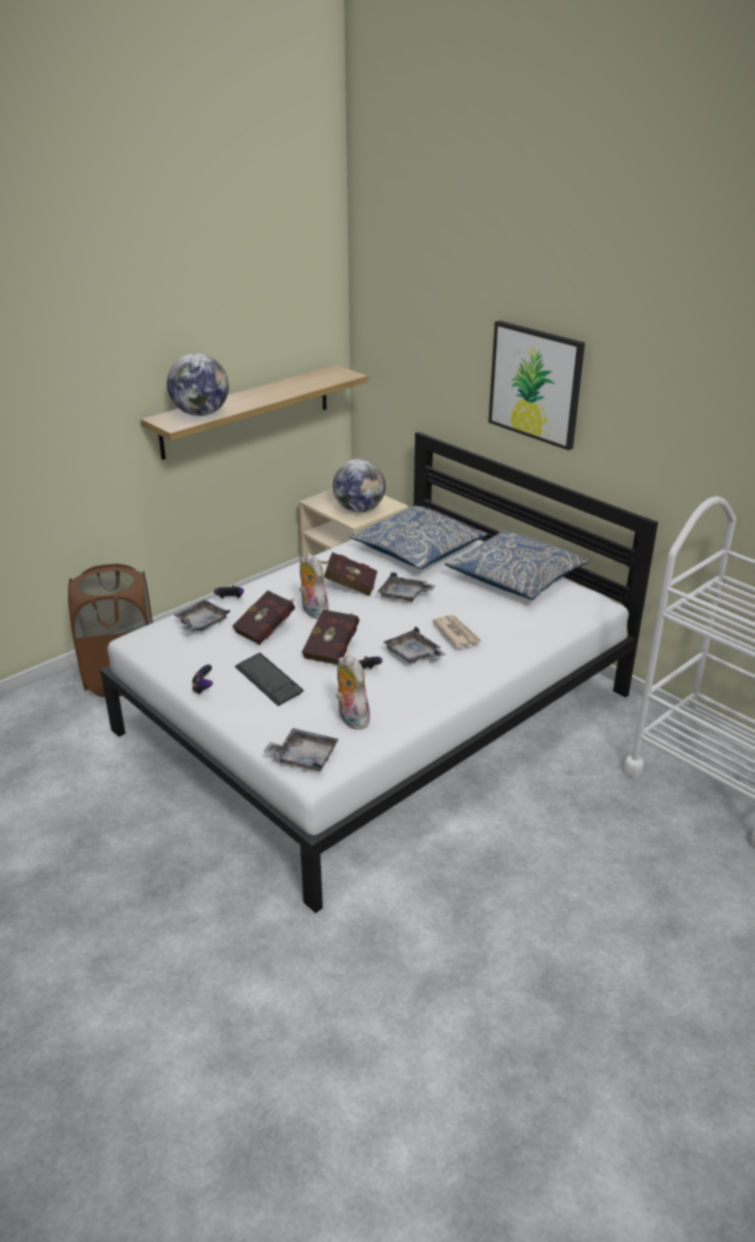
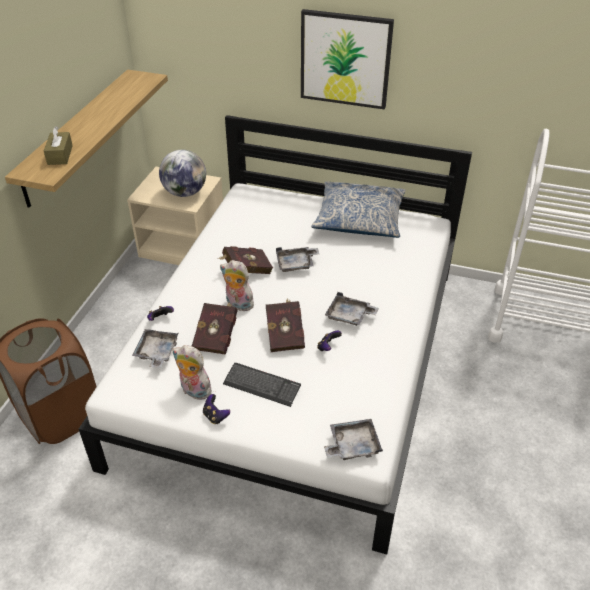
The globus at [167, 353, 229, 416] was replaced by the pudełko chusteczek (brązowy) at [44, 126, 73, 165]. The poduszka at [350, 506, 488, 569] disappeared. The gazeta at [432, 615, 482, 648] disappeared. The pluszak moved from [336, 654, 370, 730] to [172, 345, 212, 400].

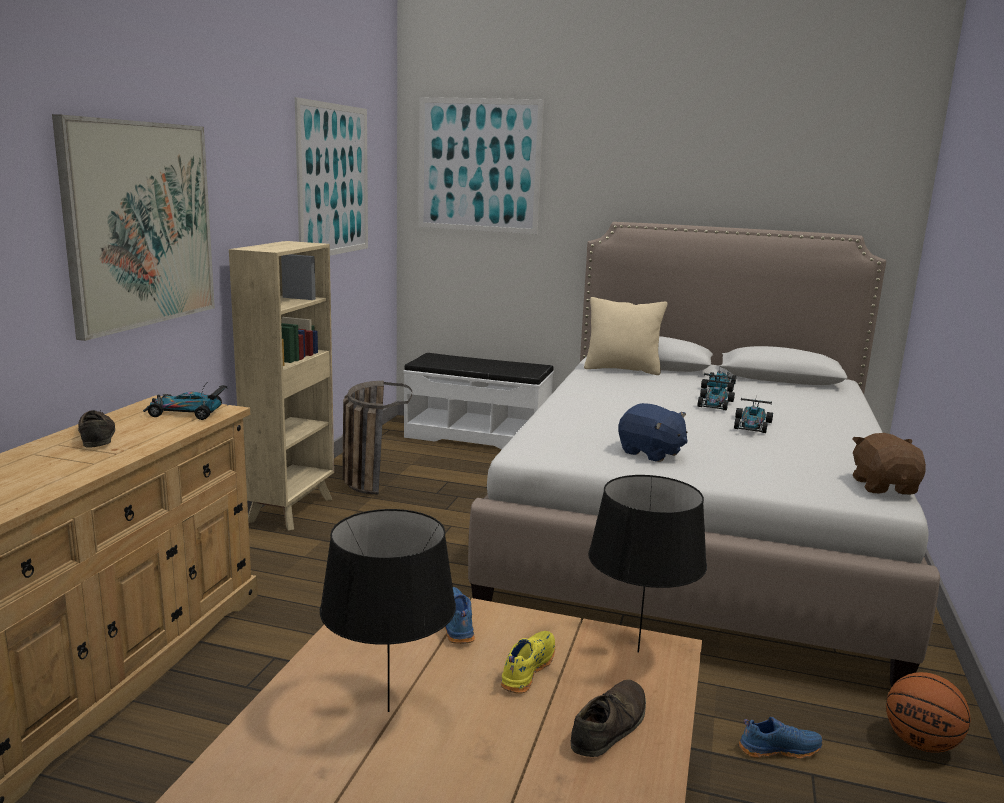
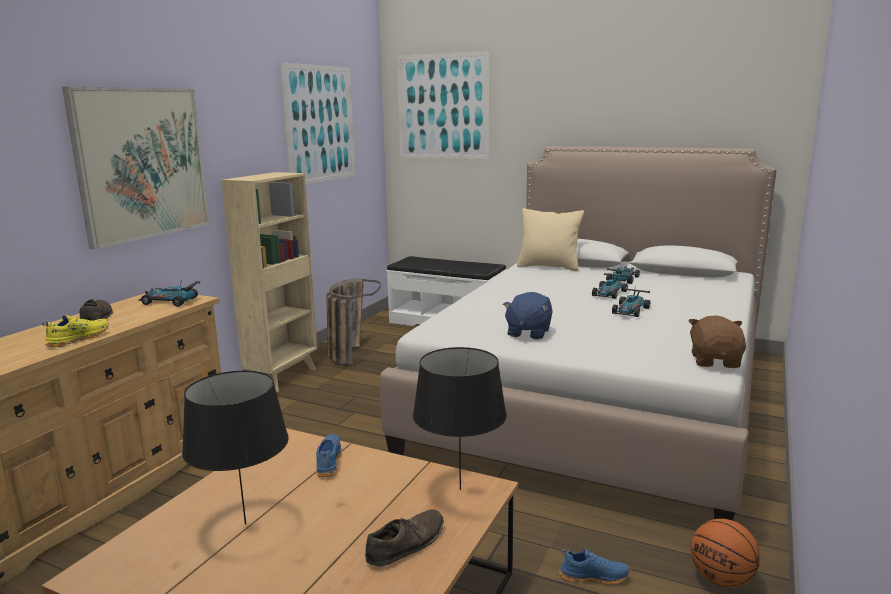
The pluszak (niebieski) at [618, 403, 688, 462] turned 60 degrees clockwise. The but (żółty) moved from [501, 631, 555, 694] to [42, 315, 109, 347].

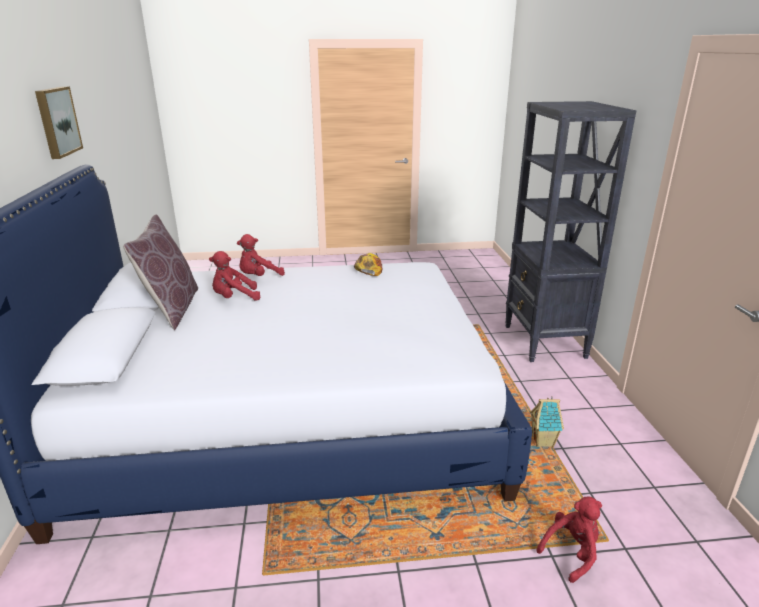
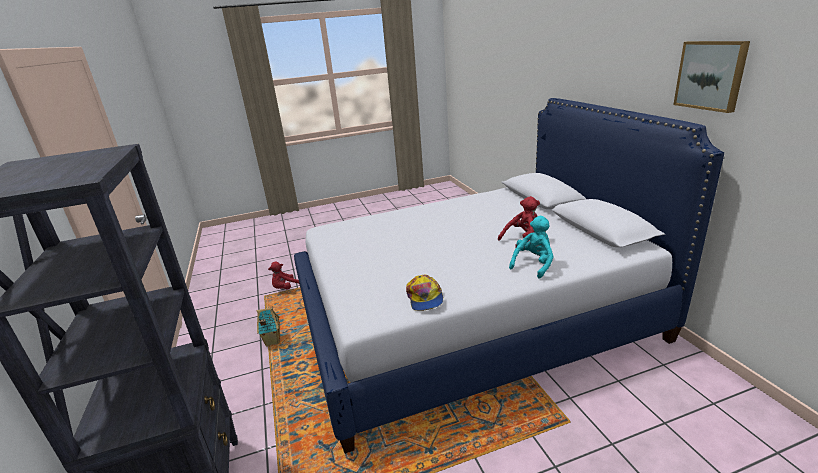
The poduszka (brązowy) at [123, 214, 198, 330] disappeared. The pluszak (czerwony) at [237, 234, 285, 276] became the pluszak (turkusowy) at [509, 216, 554, 279].

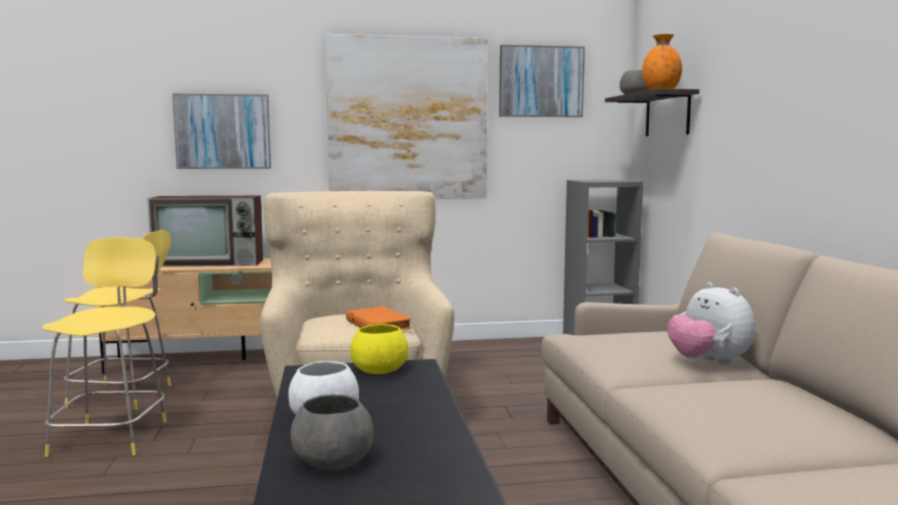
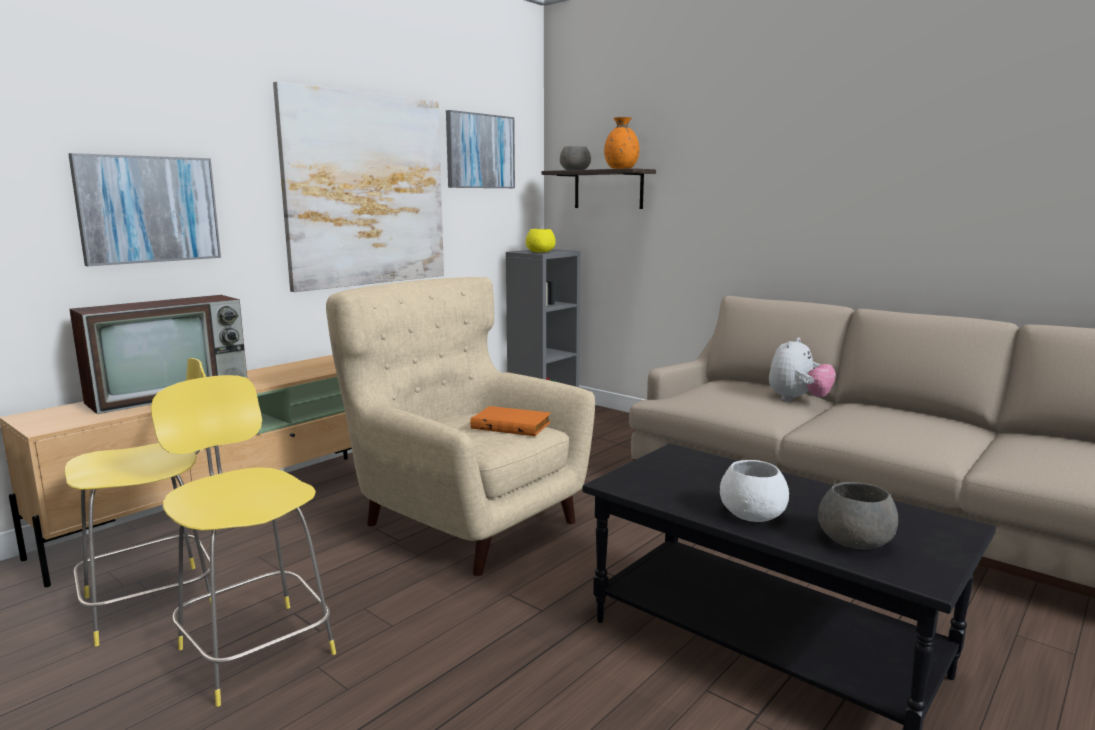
The pluszak at [667, 282, 755, 365] turned 75 degrees counterclockwise. The miska (żółty) moved from [350, 324, 408, 374] to [526, 229, 556, 253].

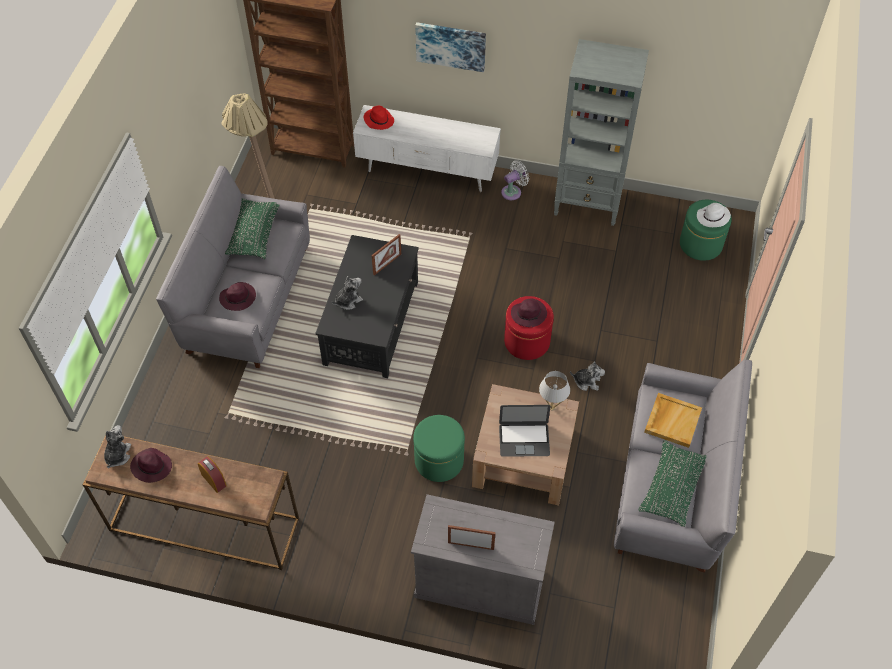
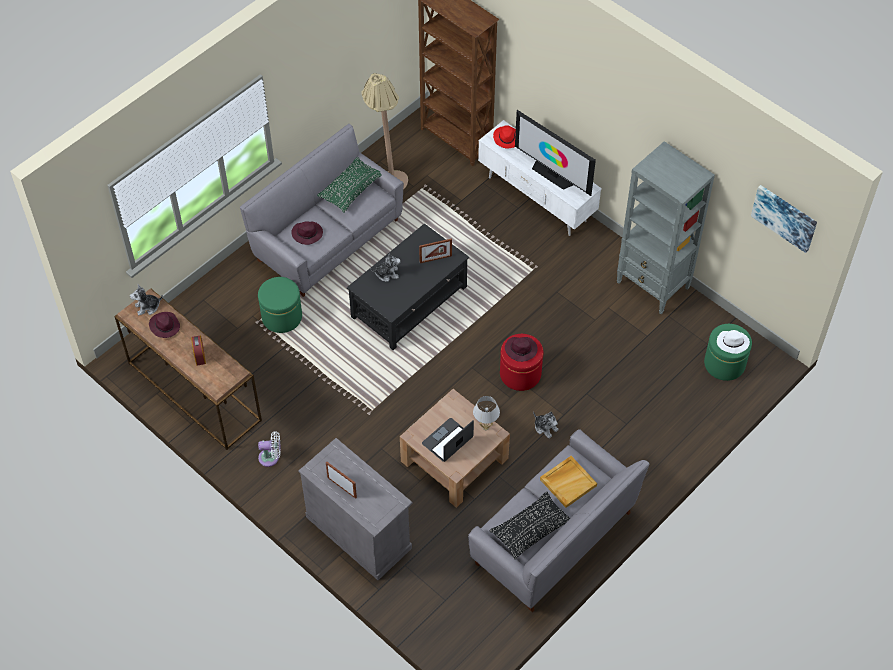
The obraz moved from [415, 22, 486, 72] to [751, 185, 817, 253]. The wentylator (biały) moved from [501, 161, 529, 200] to [258, 431, 281, 467]. The laptop at [499, 405, 551, 457] turned 105 degrees clockwise. The pufa (zielony) moved from [413, 415, 465, 482] to [258, 277, 302, 333]. The pluszak at [104, 425, 131, 468] turned 150 degrees counterclockwise. The poduszka (zielony) at [639, 440, 706, 527] became the poduszka (czarny) at [490, 492, 570, 559]. The telewizor at [515, 110, 596, 196] appeared.

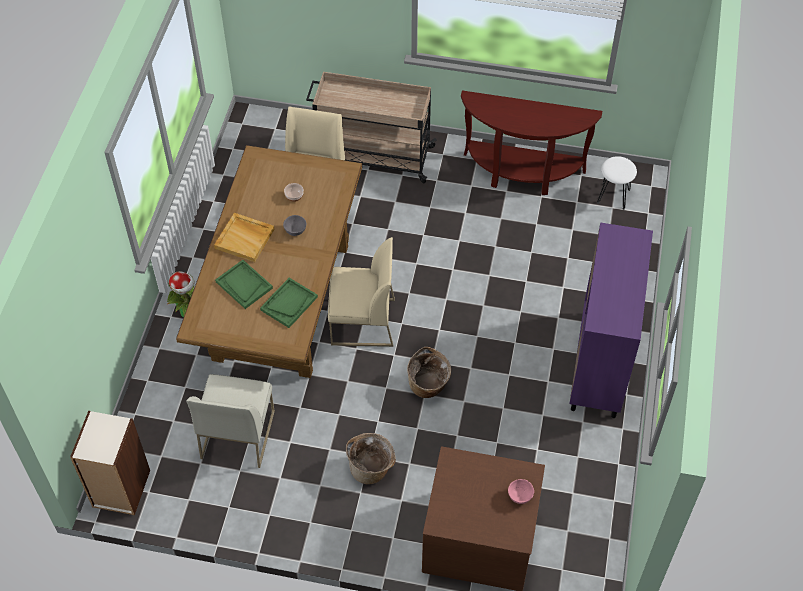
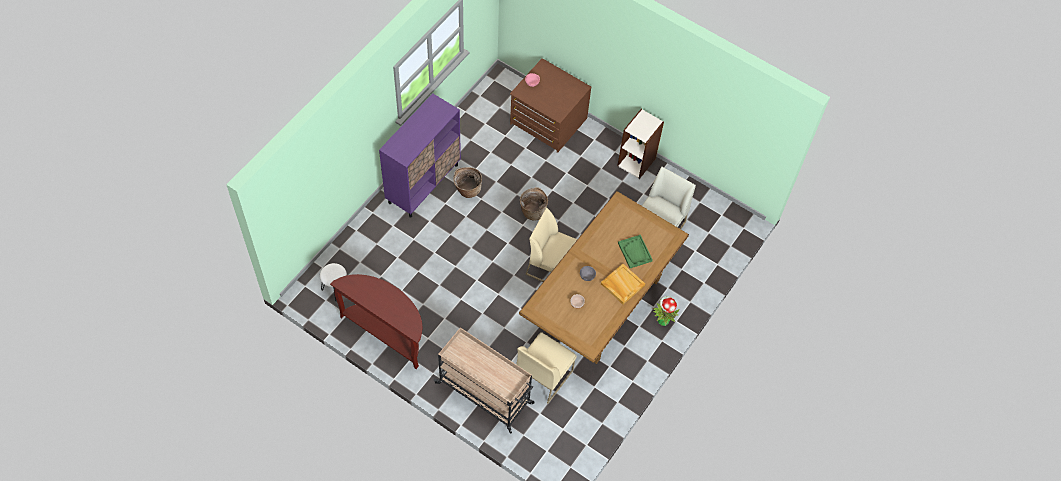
The taca (zielony) at [260, 278, 318, 328] disappeared. The regał moved from [70, 411, 150, 515] to [617, 109, 664, 179]. The koszyk moved from [346, 433, 396, 484] to [453, 167, 482, 198].

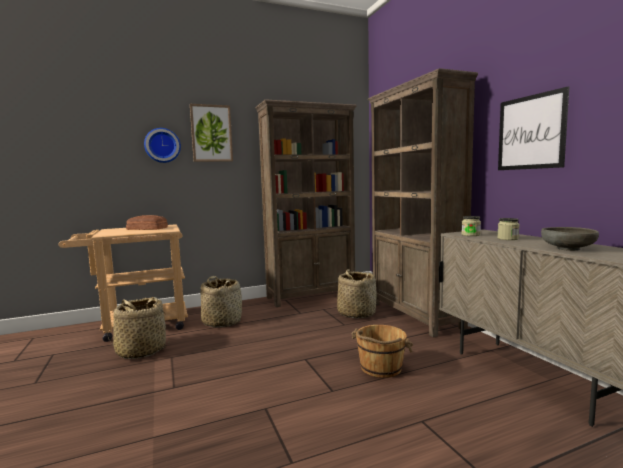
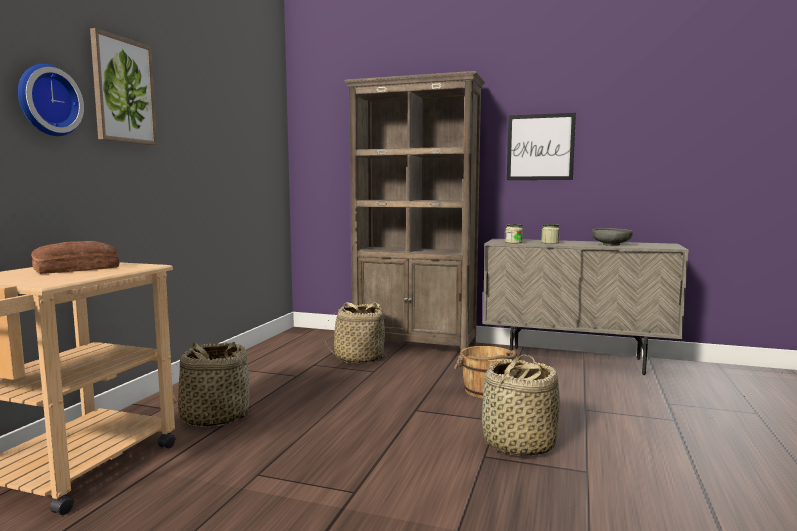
The regał (brązowy) at [255, 99, 357, 307] disappeared. The koszyk moved from [107, 297, 170, 359] to [482, 355, 560, 456].

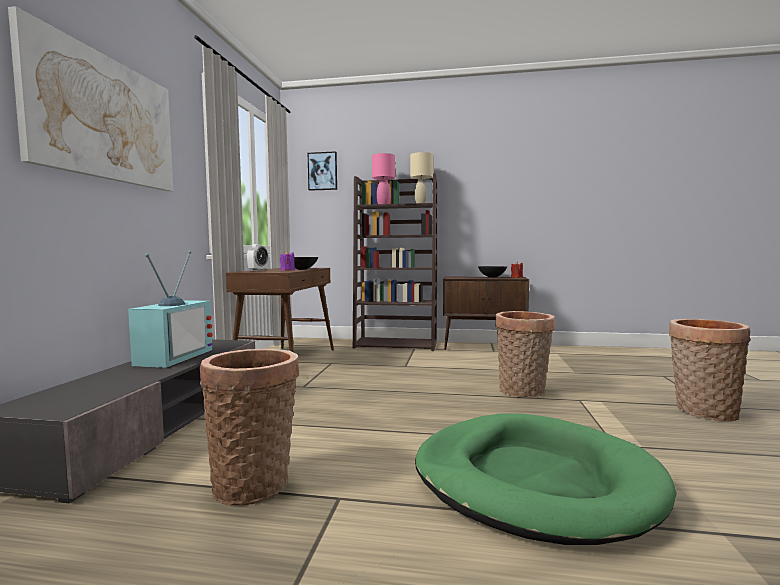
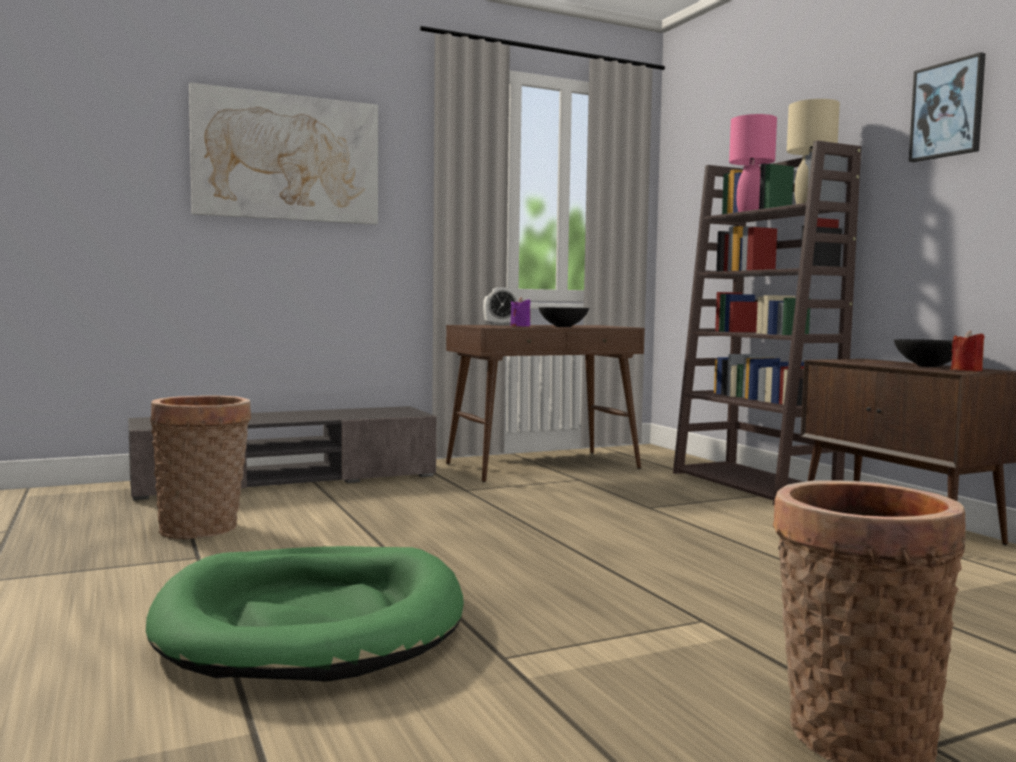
The obraz moved from [308, 151, 337, 191] to [909, 52, 986, 162]. The telewizor at [128, 251, 213, 368] disappeared. The koszyk at [495, 311, 555, 398] disappeared.

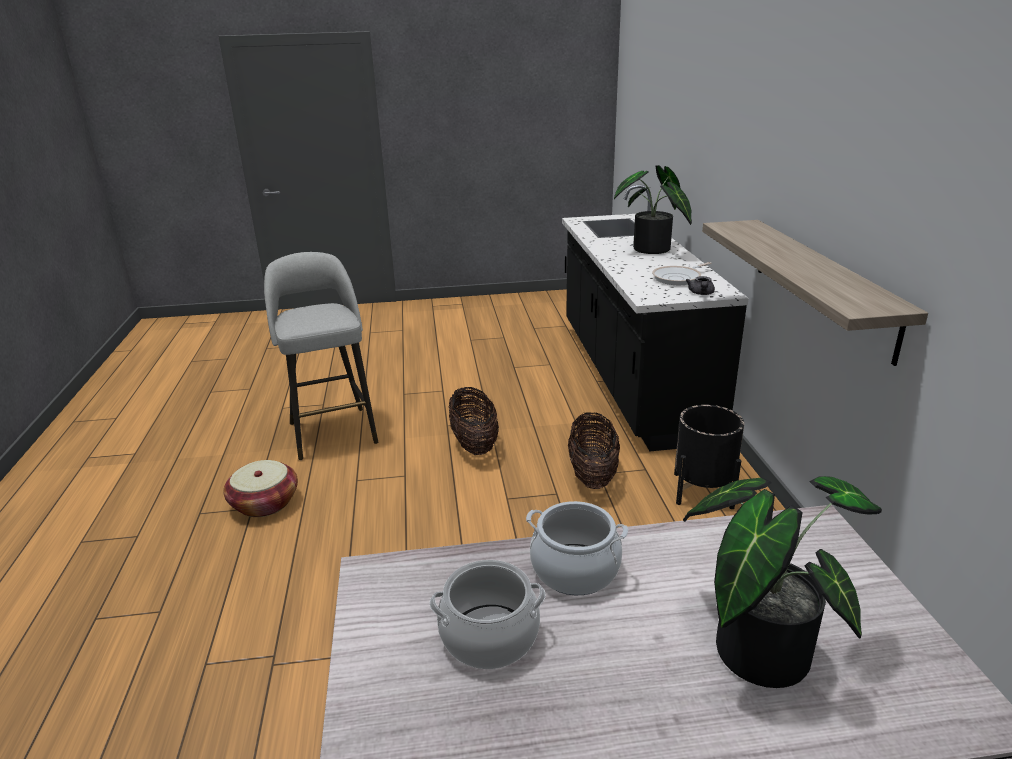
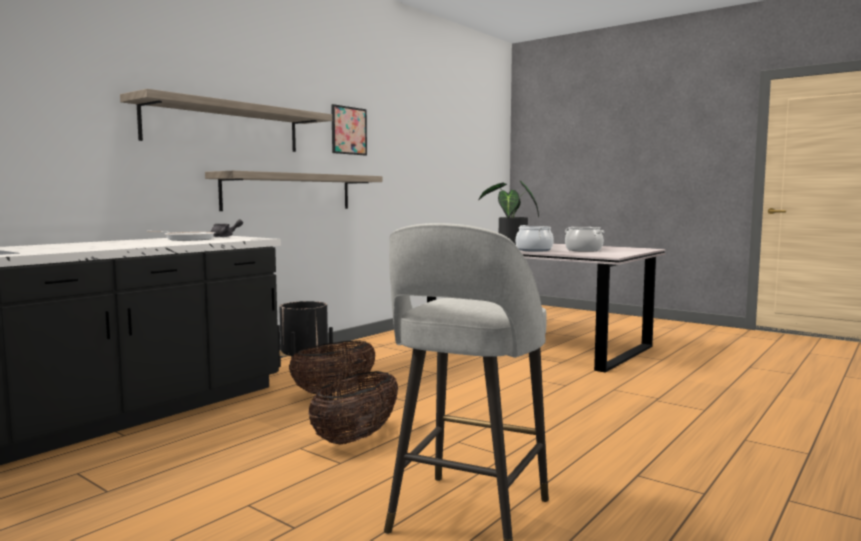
The roślina doniczkowa at [614, 165, 692, 254] disappeared. The koszyk at [223, 460, 298, 517] disappeared. The półka at [120, 89, 332, 152] appeared. The obraz at [331, 104, 367, 156] appeared.

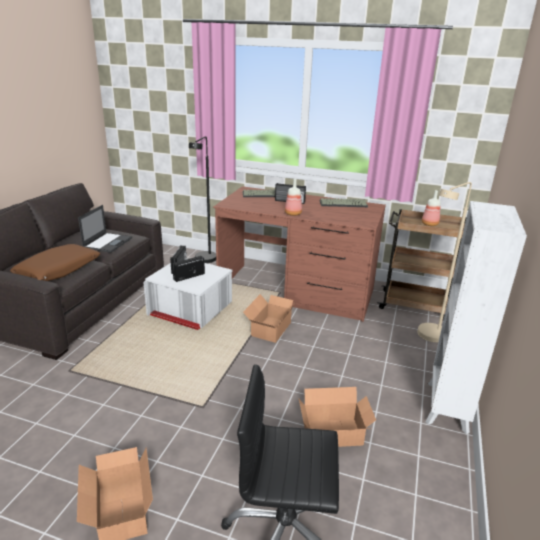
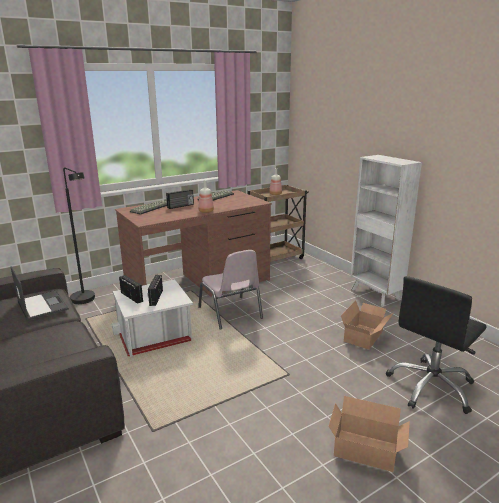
The lampa stojąca (beżowy) at [417, 182, 472, 342] disappeared. The poduszka (brązowy) at [10, 244, 101, 281] disappeared. The karton at [243, 294, 297, 343] was replaced by the krzesło (różowy) at [198, 250, 263, 330].

